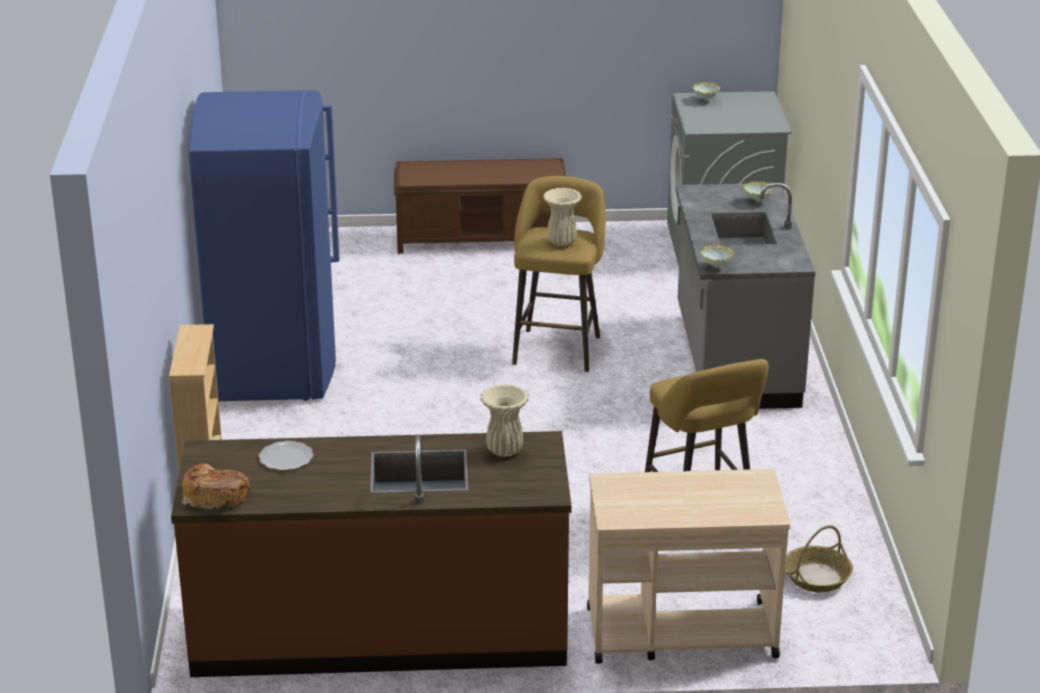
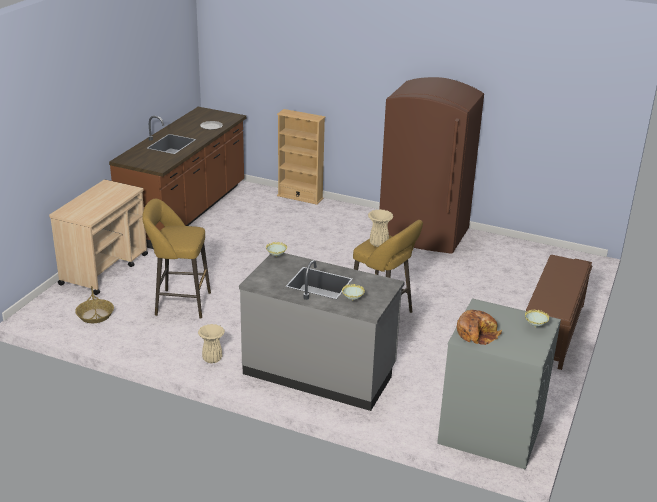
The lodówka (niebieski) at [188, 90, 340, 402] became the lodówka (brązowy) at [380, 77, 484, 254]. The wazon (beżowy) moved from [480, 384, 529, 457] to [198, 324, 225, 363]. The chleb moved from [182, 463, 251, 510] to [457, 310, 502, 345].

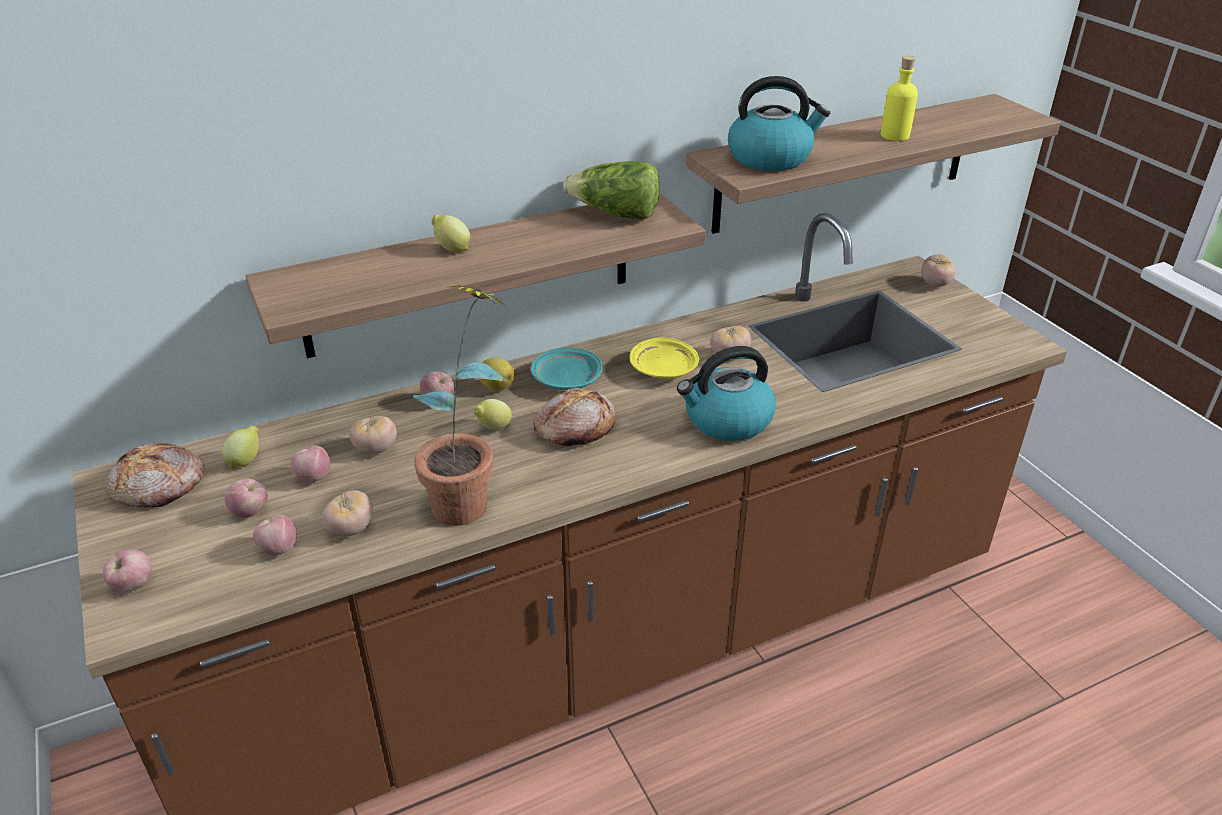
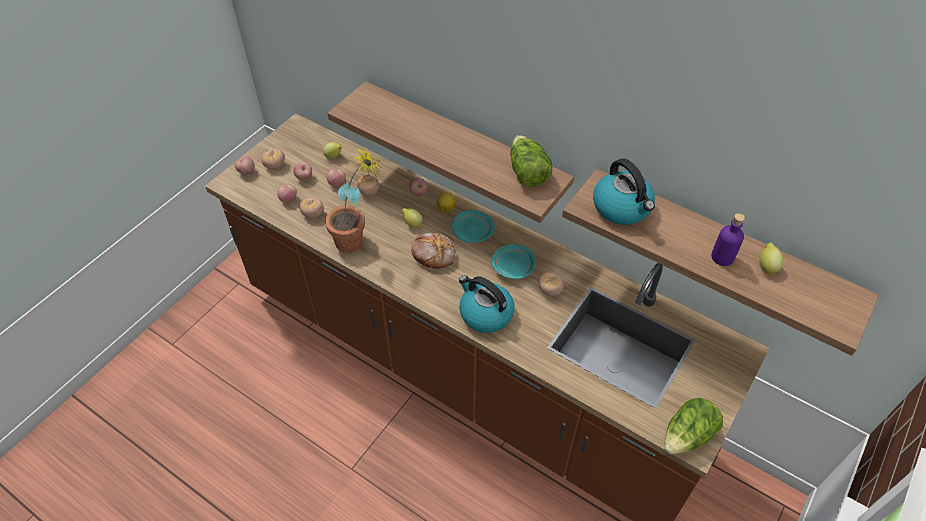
The butelka (żółty) at [881, 56, 918, 141] became the butelka (fioletowy) at [711, 213, 745, 266]. The cytryna moved from [432, 215, 470, 252] to [759, 242, 783, 275]. The pomidor moved from [921, 254, 955, 287] to [261, 149, 285, 169]. The talerz (żółty) at [629, 337, 699, 379] became the talerz (turkusowy) at [492, 244, 536, 279]. The chleb at [106, 443, 204, 508] disappeared. The sałata at [664, 398, 723, 454] appeared.

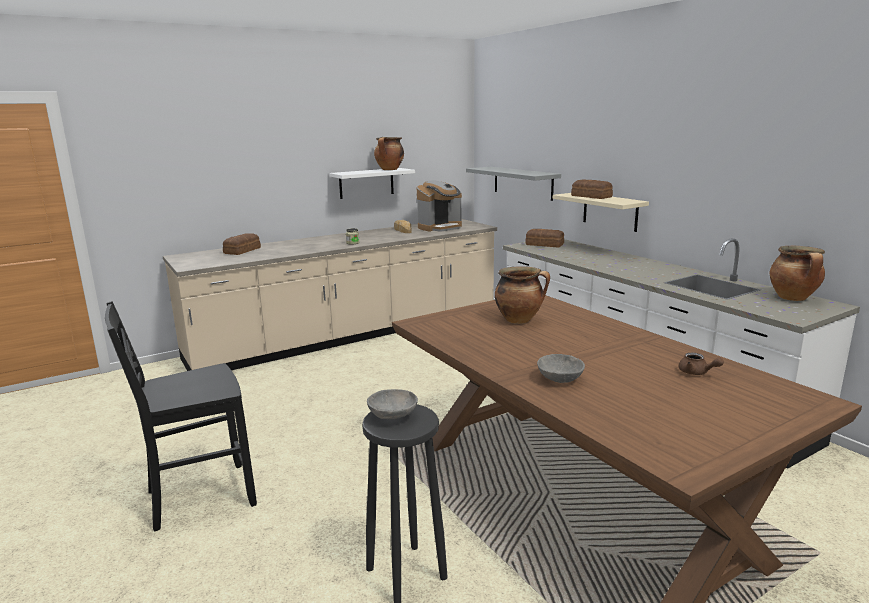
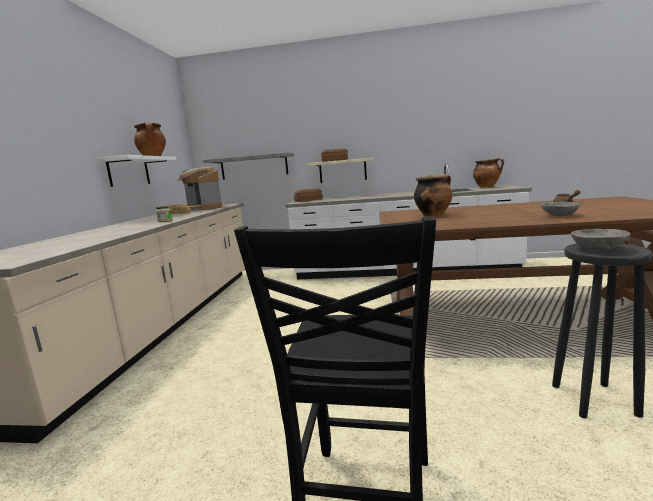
The ekspres do kawy at [417, 180, 462, 232] turned 135 degrees clockwise. The chleb at [223, 233, 261, 255] disappeared.

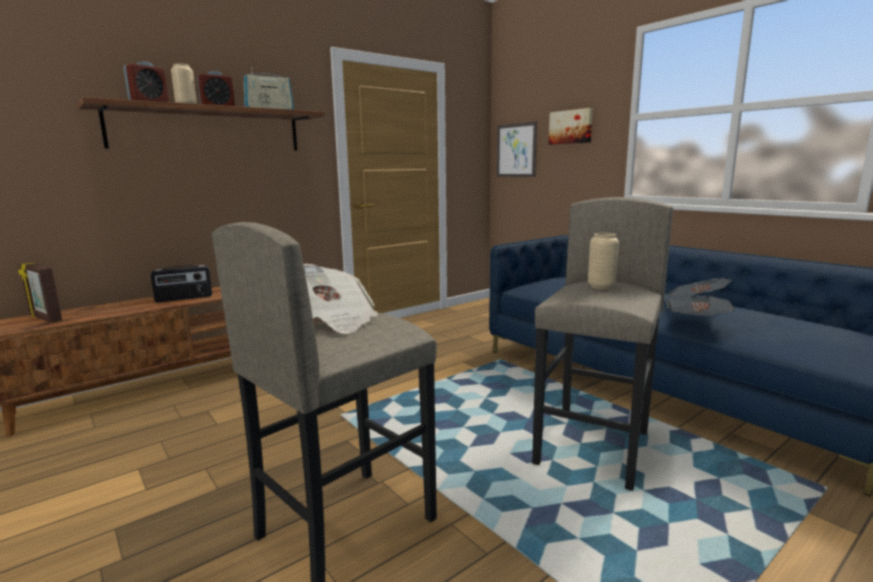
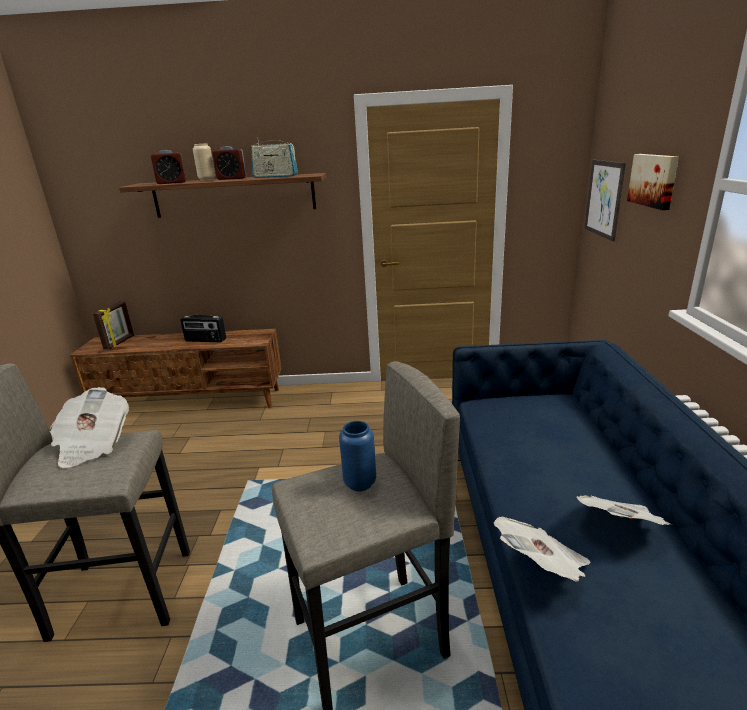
The wazon (beżowy) at [588, 233, 619, 289] became the wazon (niebieski) at [339, 421, 376, 491]. The ramka na zdjęcie at [18, 262, 62, 323] turned 150 degrees counterclockwise.

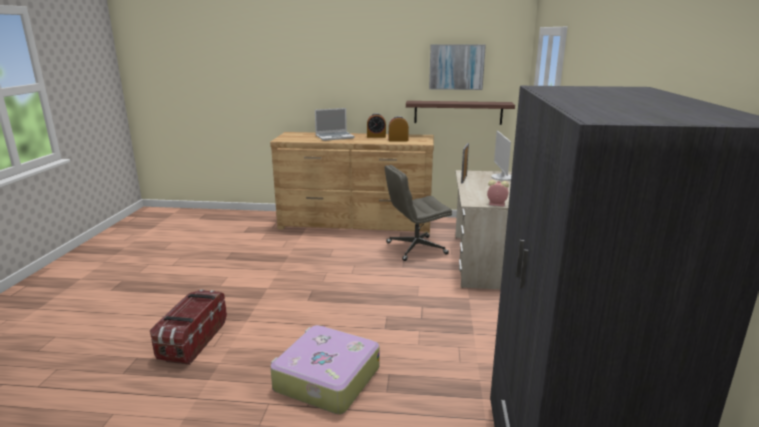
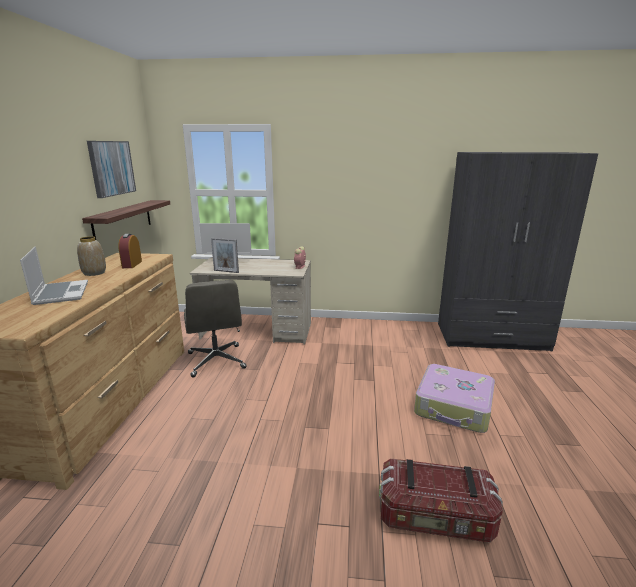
The budzik at [367, 113, 386, 138] was replaced by the wazon at [77, 236, 106, 276].

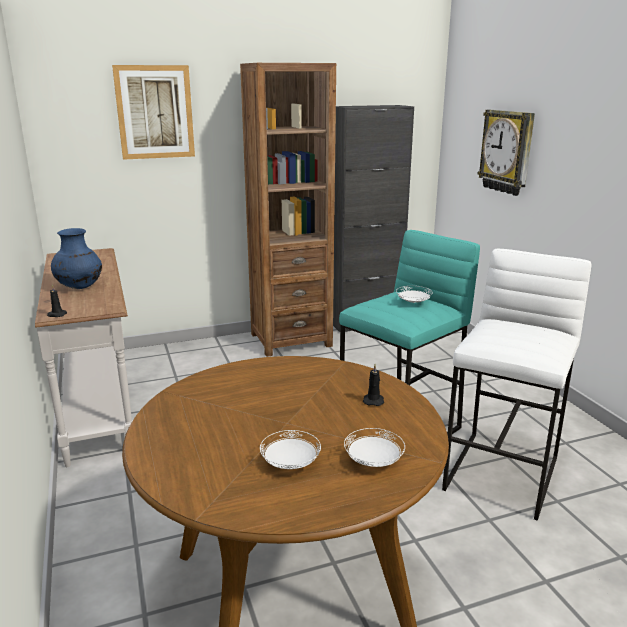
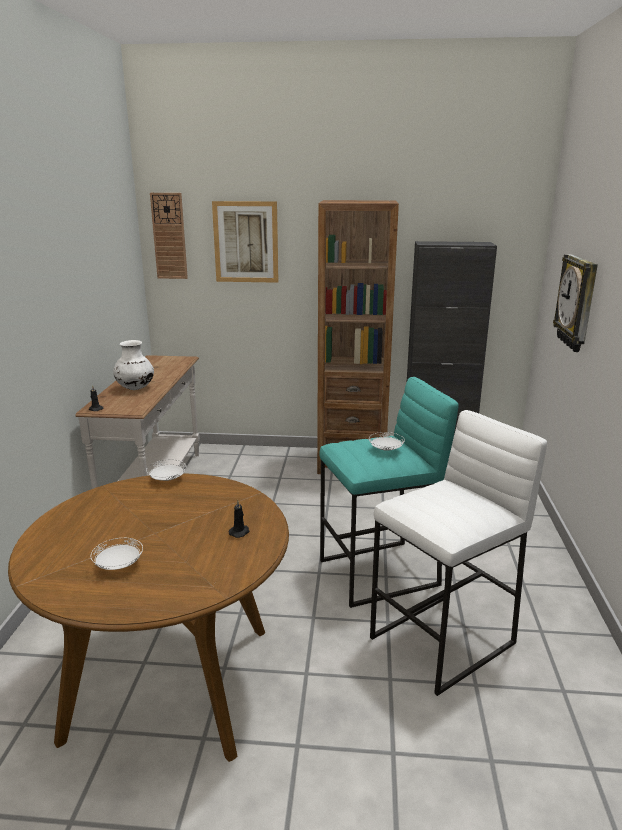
The wazon (niebieski) at [51, 228, 102, 289] became the wazon (biały) at [113, 340, 154, 390]. The talerz (biały) moved from [344, 428, 405, 467] to [146, 459, 186, 481]. The zegar ścienny at [150, 193, 188, 279] appeared.

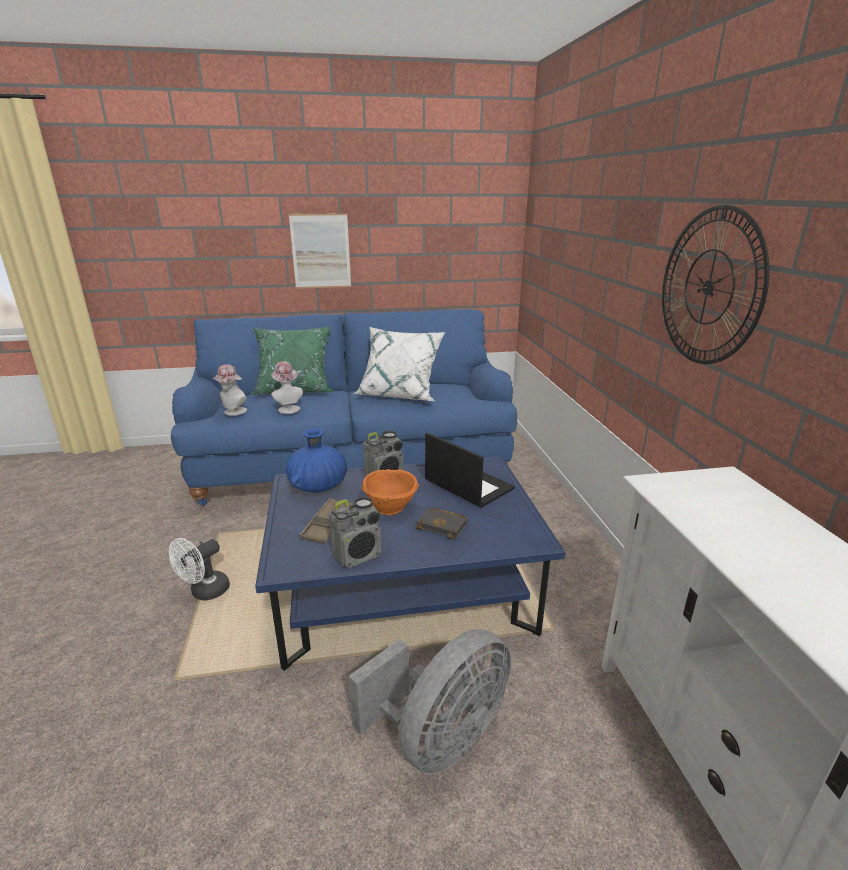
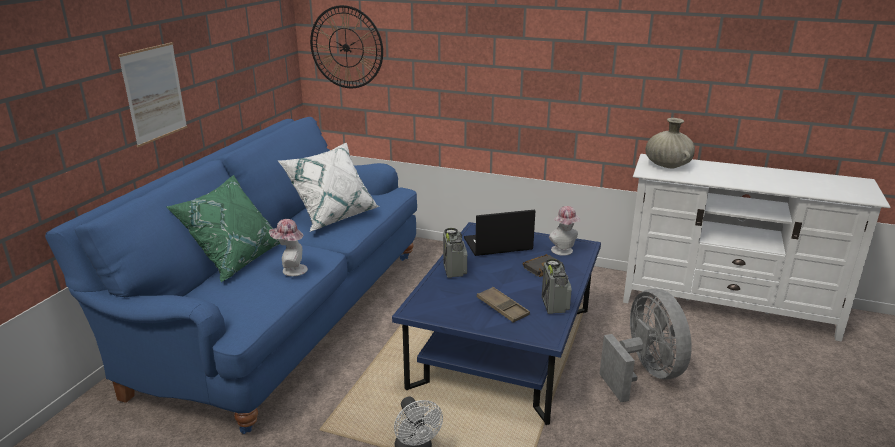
The zegar ścienny moved from [662, 205, 769, 364] to [310, 5, 383, 88]. The kapelusz moved from [212, 364, 247, 416] to [549, 206, 580, 256]. The wazon (niebieski) at [286, 428, 347, 493] disappeared. The miska (pomarańczowy) at [361, 469, 419, 515] disappeared. The wazon (beżowy) at [645, 118, 695, 168] appeared.

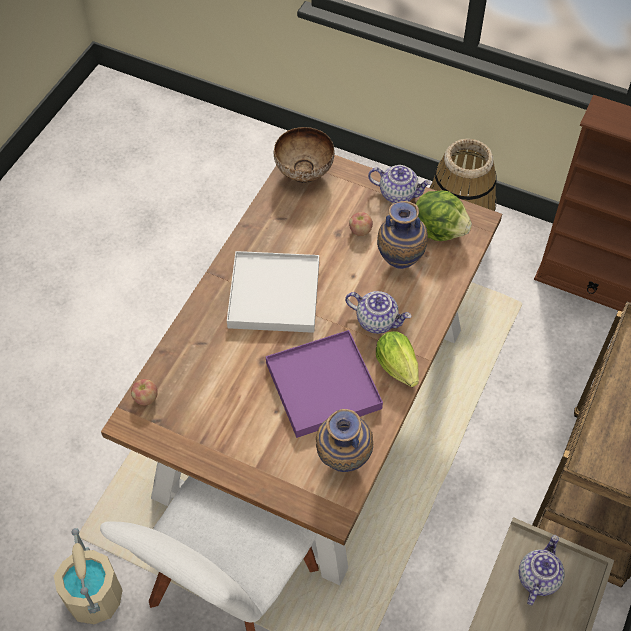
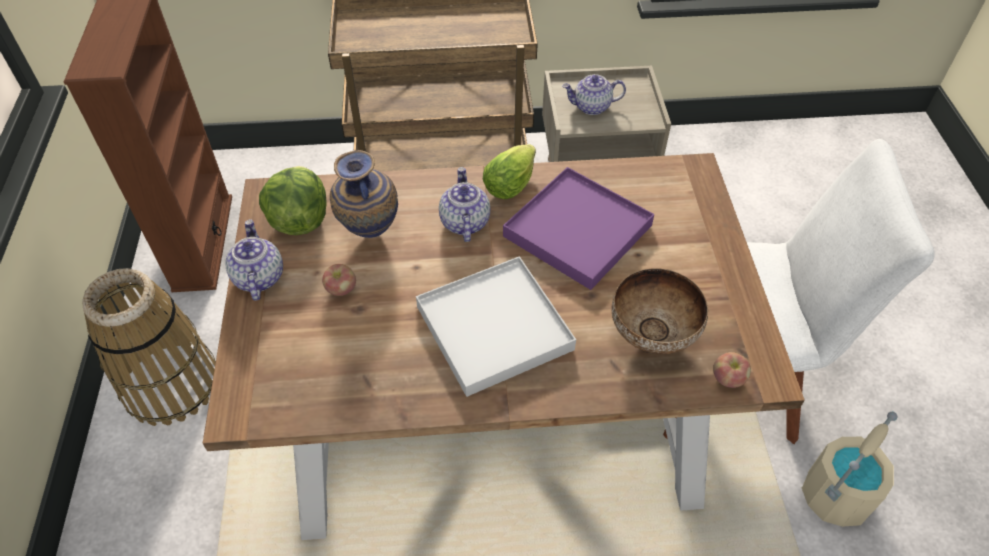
The miska moved from [274, 127, 335, 183] to [611, 268, 708, 354]. The wazon at [316, 409, 373, 472] disappeared.

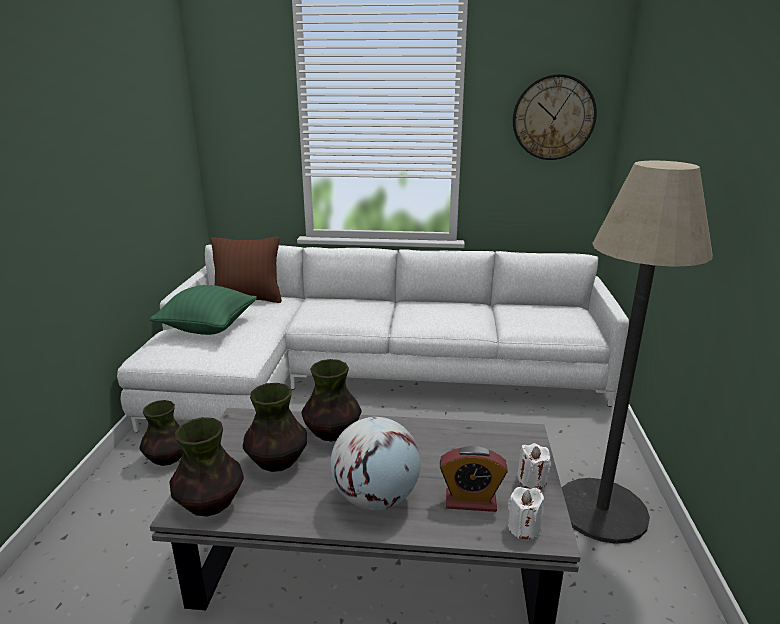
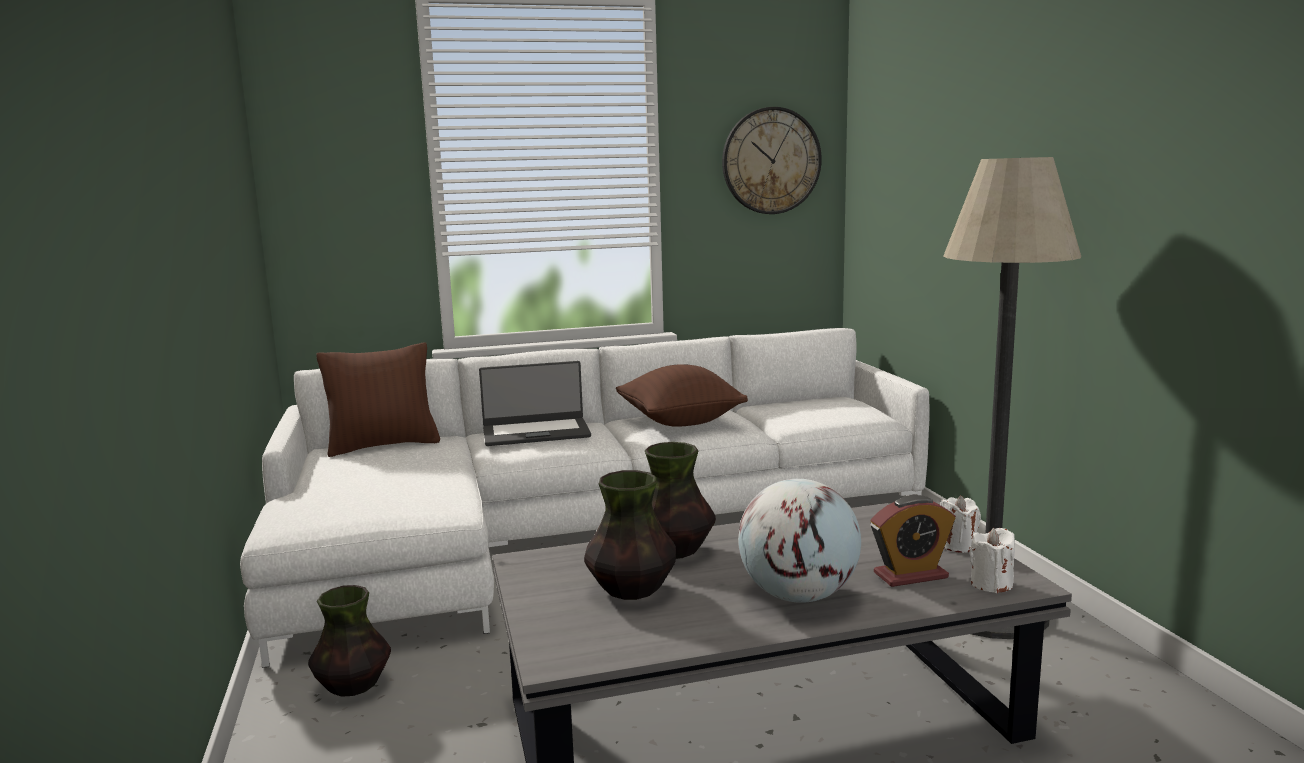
The poduszka (zielony) at [150, 285, 257, 335] disappeared. The wazon at [169, 417, 244, 517] disappeared. The laptop at [479, 361, 591, 446] appeared. The poduszka (brązowy) at [616, 364, 748, 427] appeared.

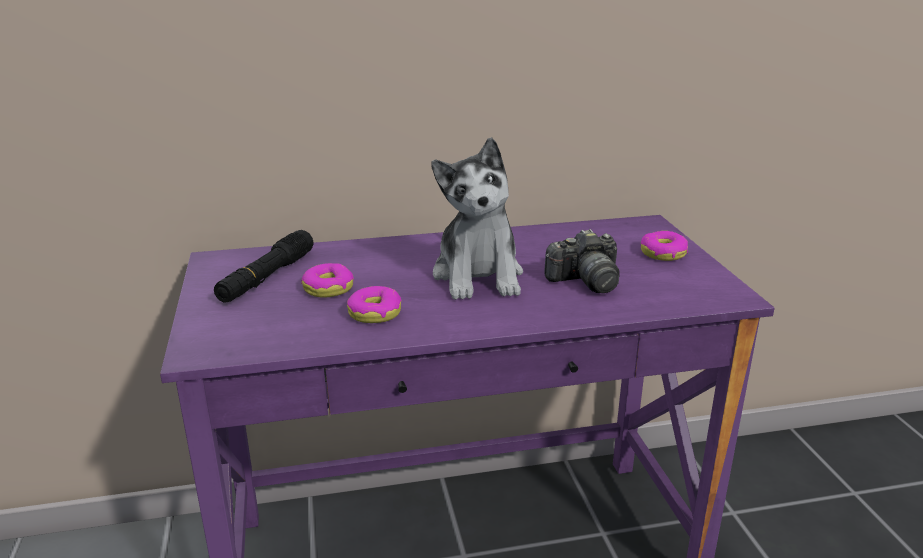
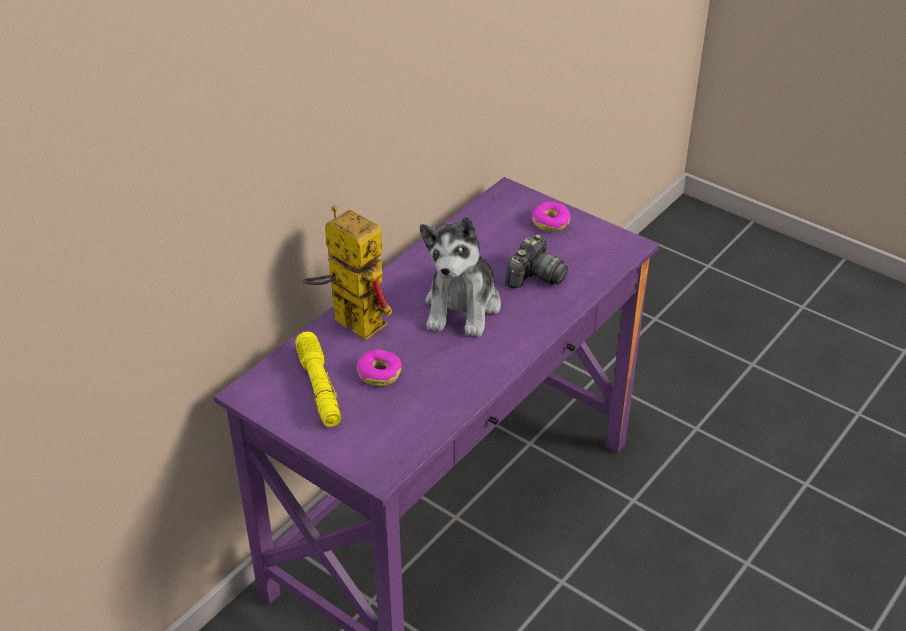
The pluszak at [432, 137, 523, 300] turned 60 degrees clockwise. The latarka (czarny) at [214, 230, 313, 303] became the latarka (żółty) at [295, 331, 341, 427]. The donut at [347, 286, 402, 323] disappeared. The robot zabawkowy at [303, 206, 392, 340] appeared.

